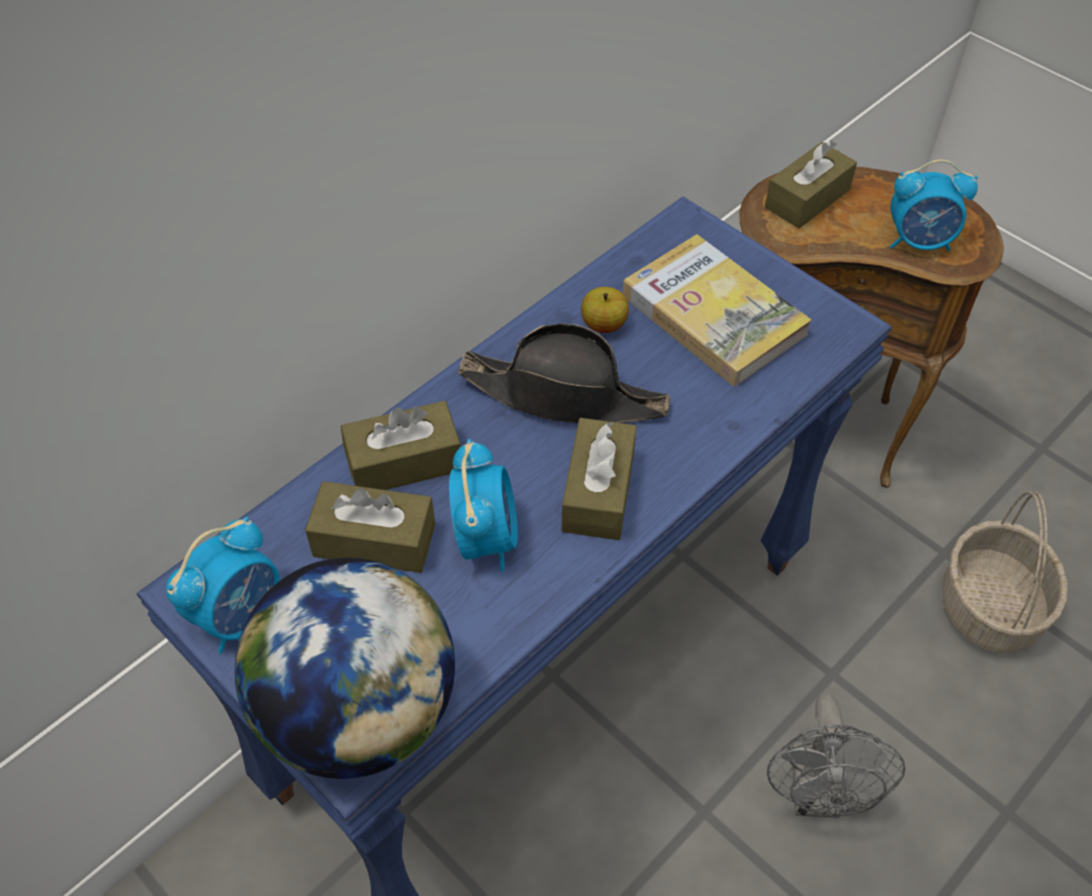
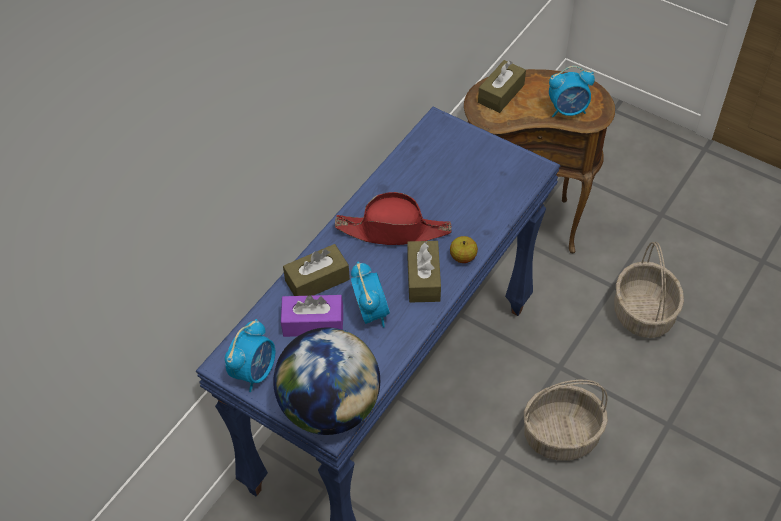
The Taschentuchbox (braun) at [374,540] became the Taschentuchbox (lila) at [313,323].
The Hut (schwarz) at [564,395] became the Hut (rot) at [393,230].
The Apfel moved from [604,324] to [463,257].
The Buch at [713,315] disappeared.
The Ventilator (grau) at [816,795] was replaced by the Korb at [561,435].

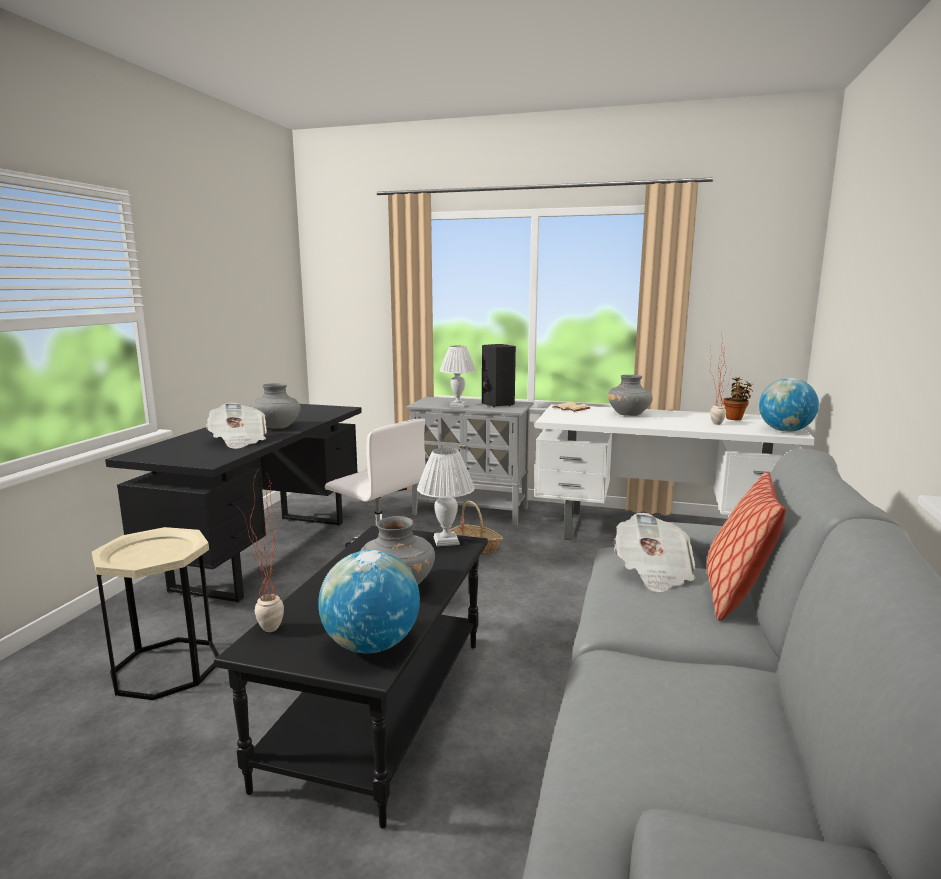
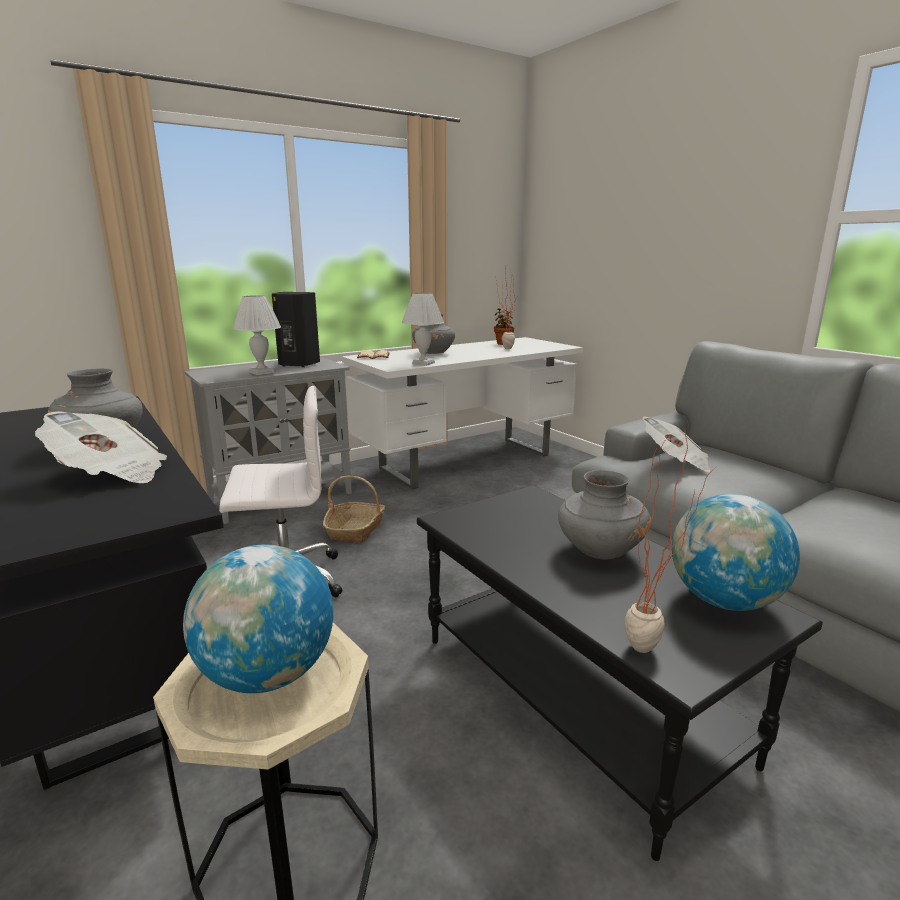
The Tischlampe (weiß) moved from [446,541] to [424,363].
The Kissen at [736,595] disappeared.
The Globus moved from [784,431] to [267,674].

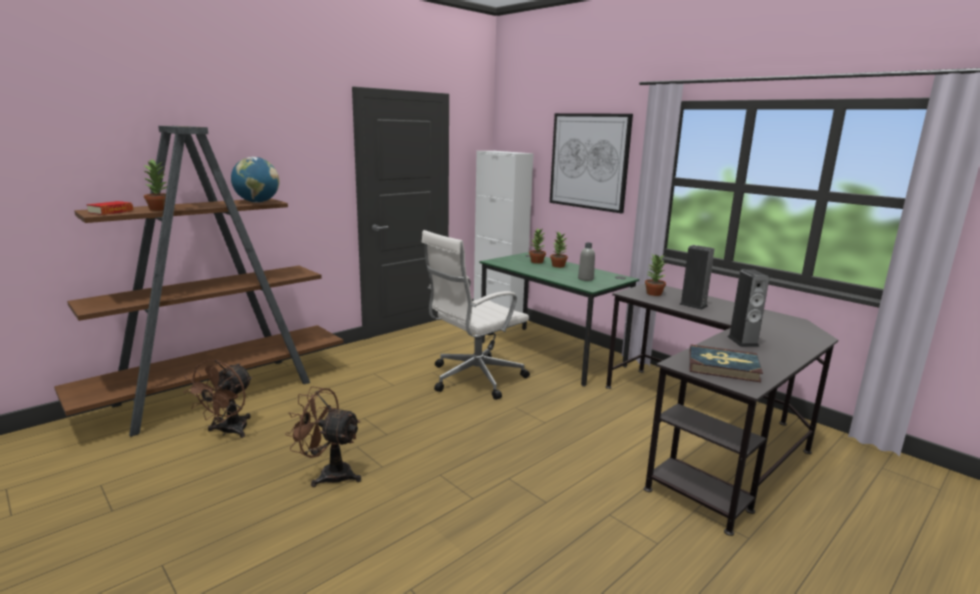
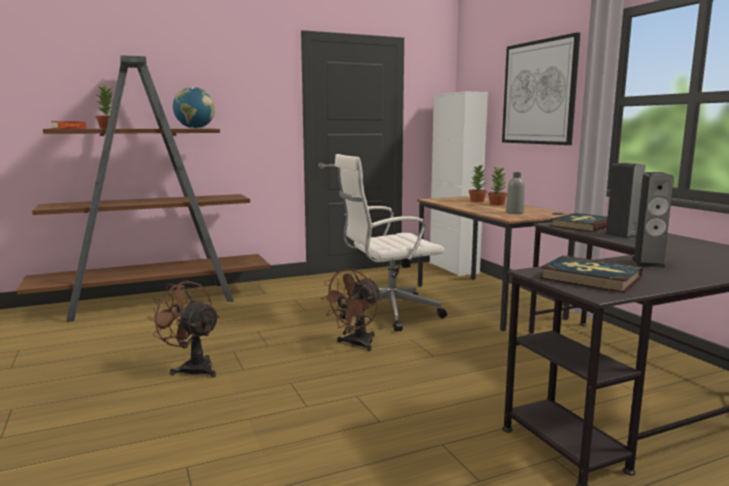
The Ventilator (braun) moved from [228,432] to [355,344].
The Schreibtisch (grün) at [550,354] became the Schreibtisch (braun) at [486,301].
The Topfpflanze at [653,293] was replaced by the Buch at [582,225].

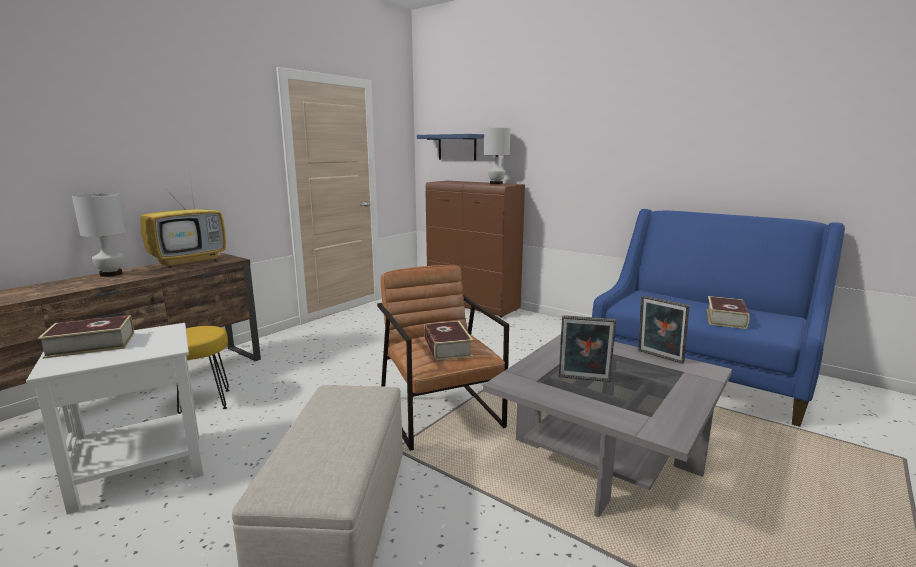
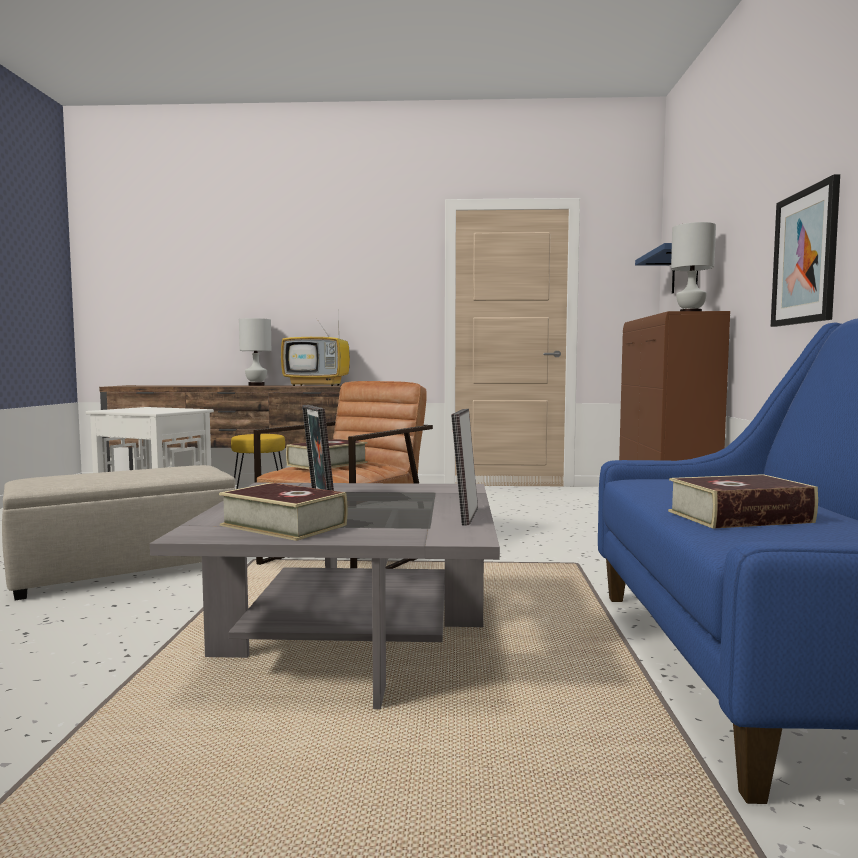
The Buch moved from [91,345] to [283,525].
The Bild at [805,257] appeared.

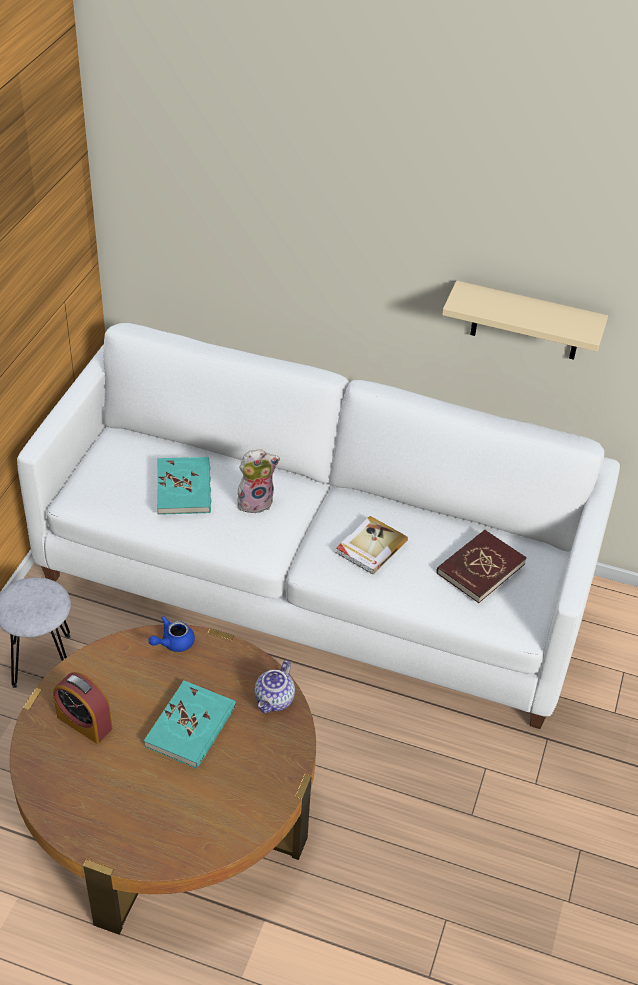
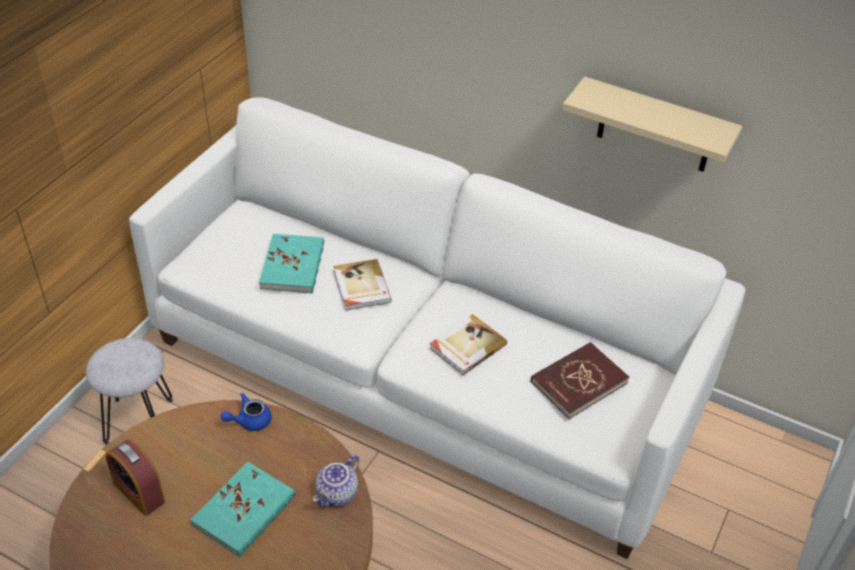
The Plüschtier at [256,501] was replaced by the Buch at [361,287].

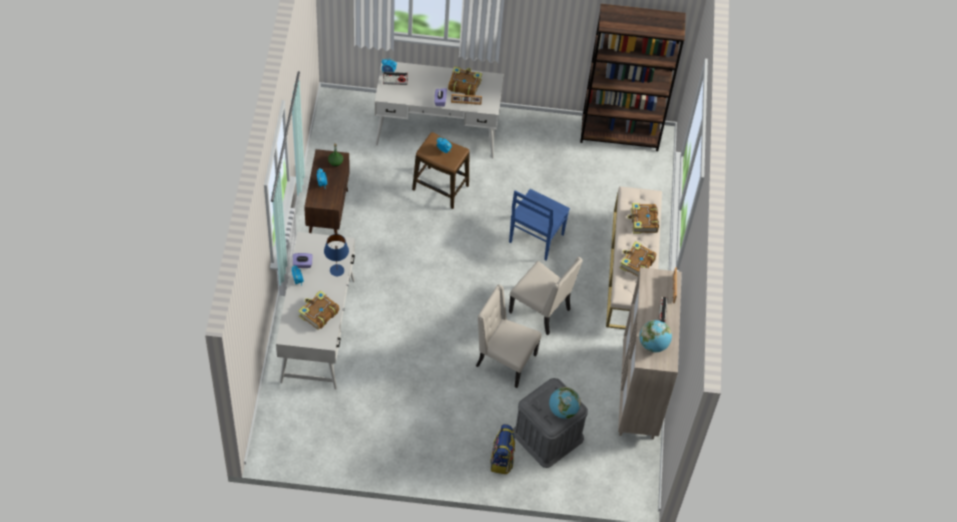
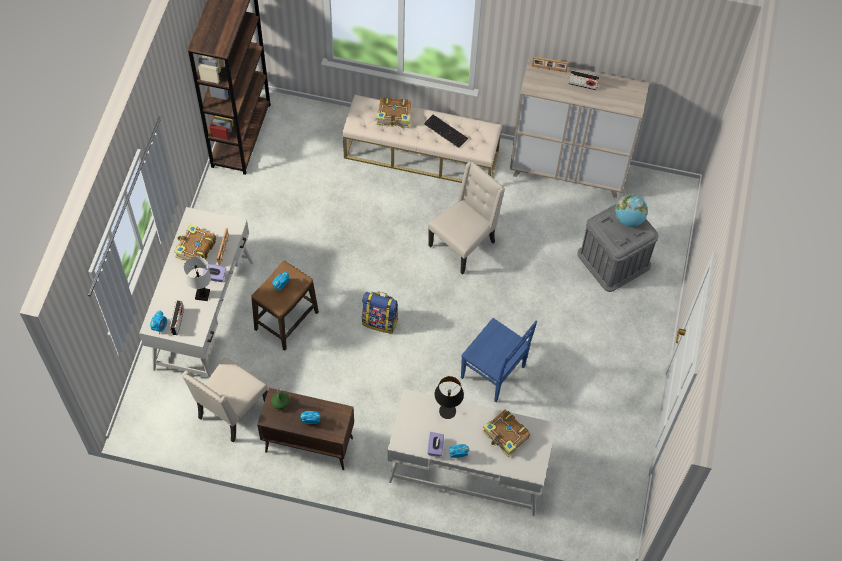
The Tischlampe (blau) at [337,270] became the Tischlampe (schwarz) at [447,411].
The Stuhl (beige) moved from [504,361] to [231,412].
The Rucksack moved from [502,460] to [380,321].
The Stuhl (blau) moved from [535,239] to [494,373].
The Buch at [636,263] was replaced by the Tastatur at [446,131].
The Globus at [653,344] disappeared.
The Tischlampe (weiß) at [202,295] appeared.

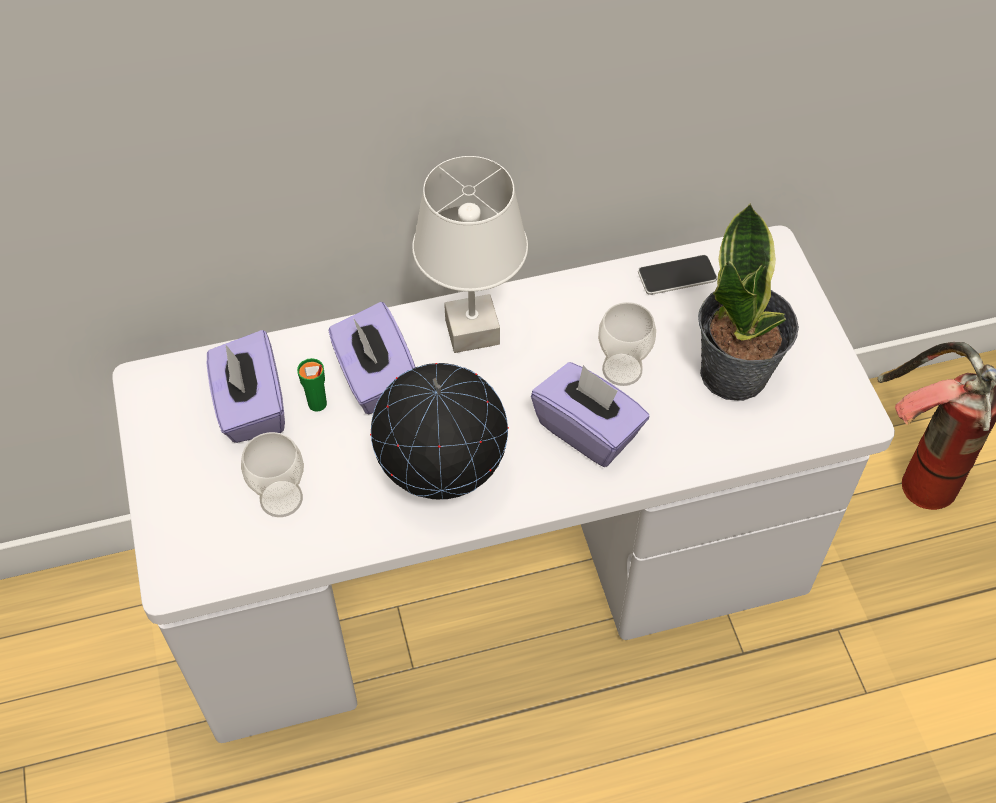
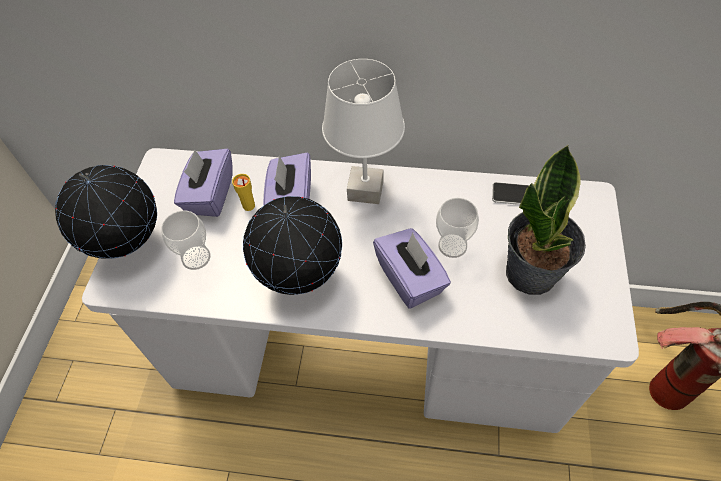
The Tasse (grün) at [317,404] became the Tasse (gelb) at [248,206].
The Globus at [129,245] appeared.

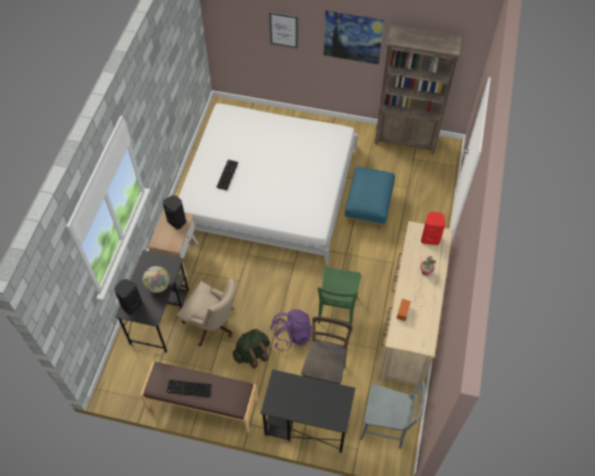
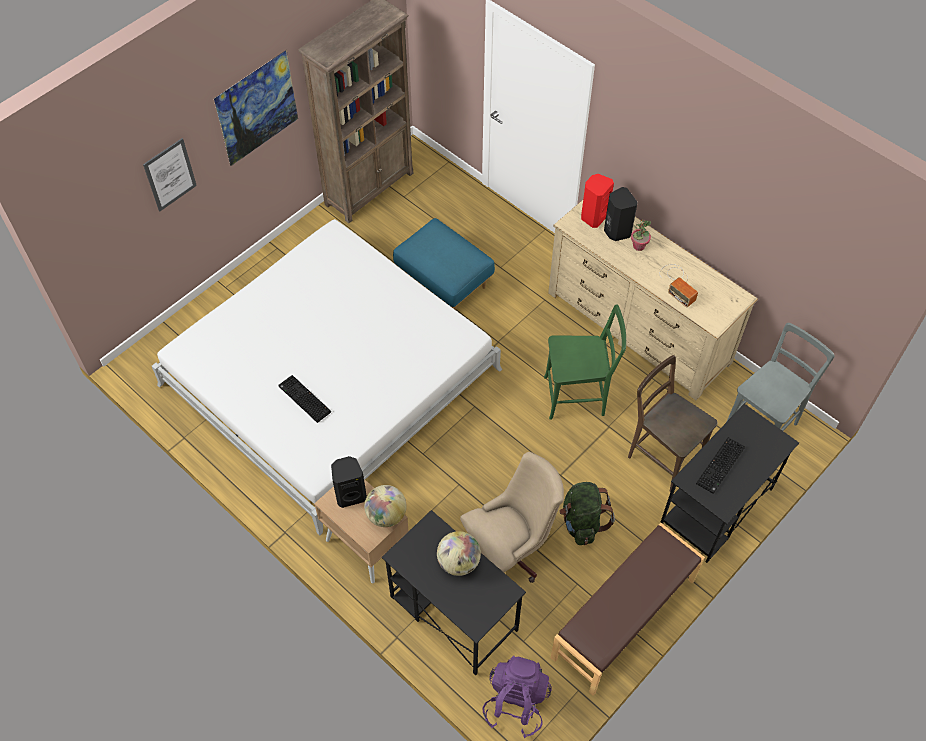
The Lautsprecher (schwarz) moved from [131,304] to [616,231].
The Tastatur moved from [188,389] to [721,466].
The Rucksack (lila) moved from [291,335] to [516,702].
The Stuhl (grün) at [336,312] turned 45 degrees counterclockwise.
The Globus at [386,515] appeared.

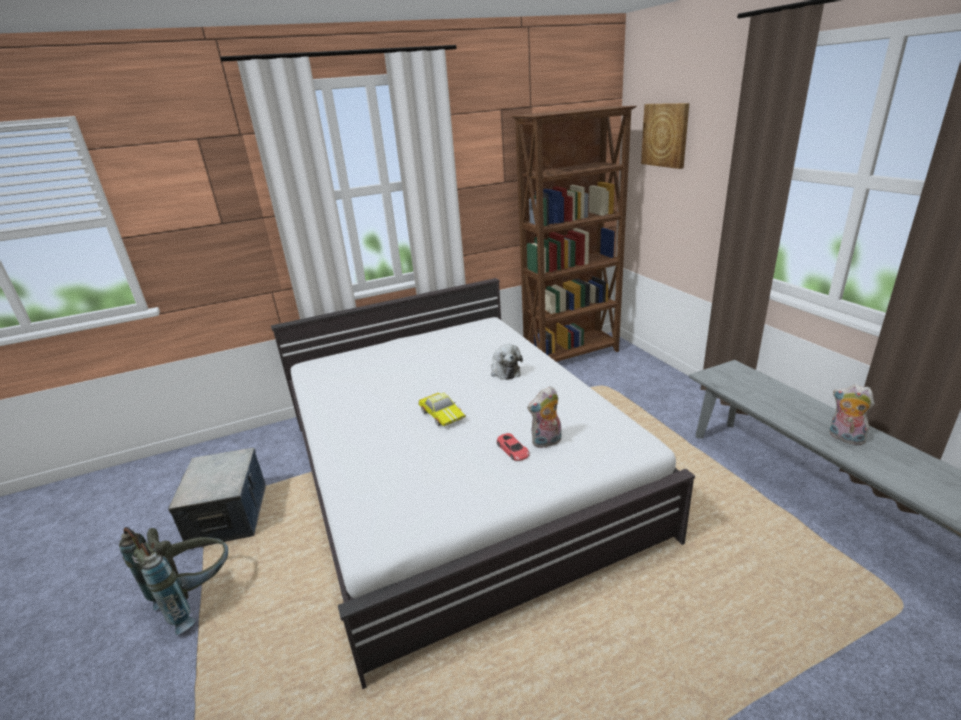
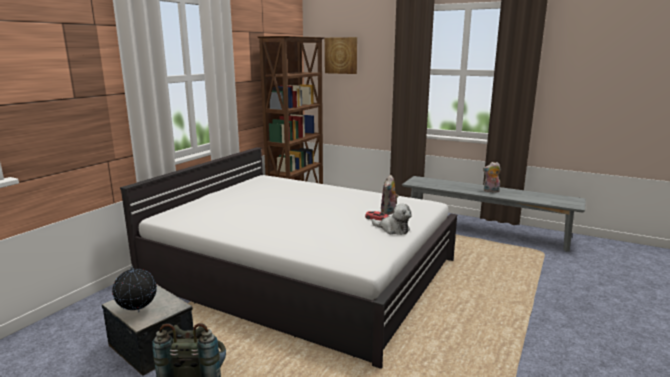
The Spielzeugauto at [442,414] disappeared.
The Plüschtier moved from [504,371] to [393,229].
The Globus at [138,312] appeared.

